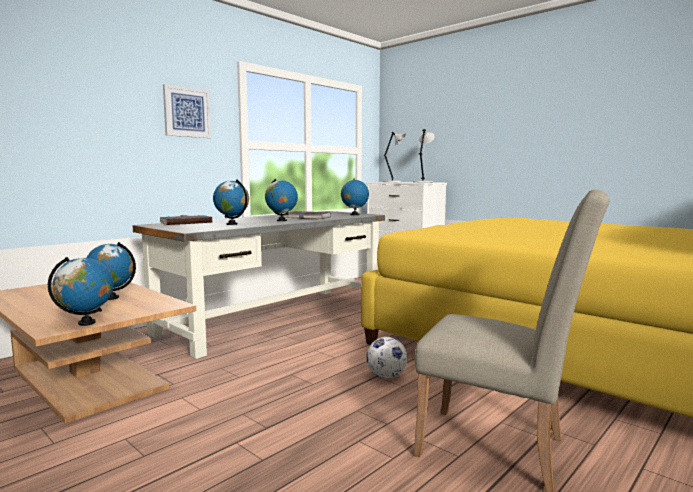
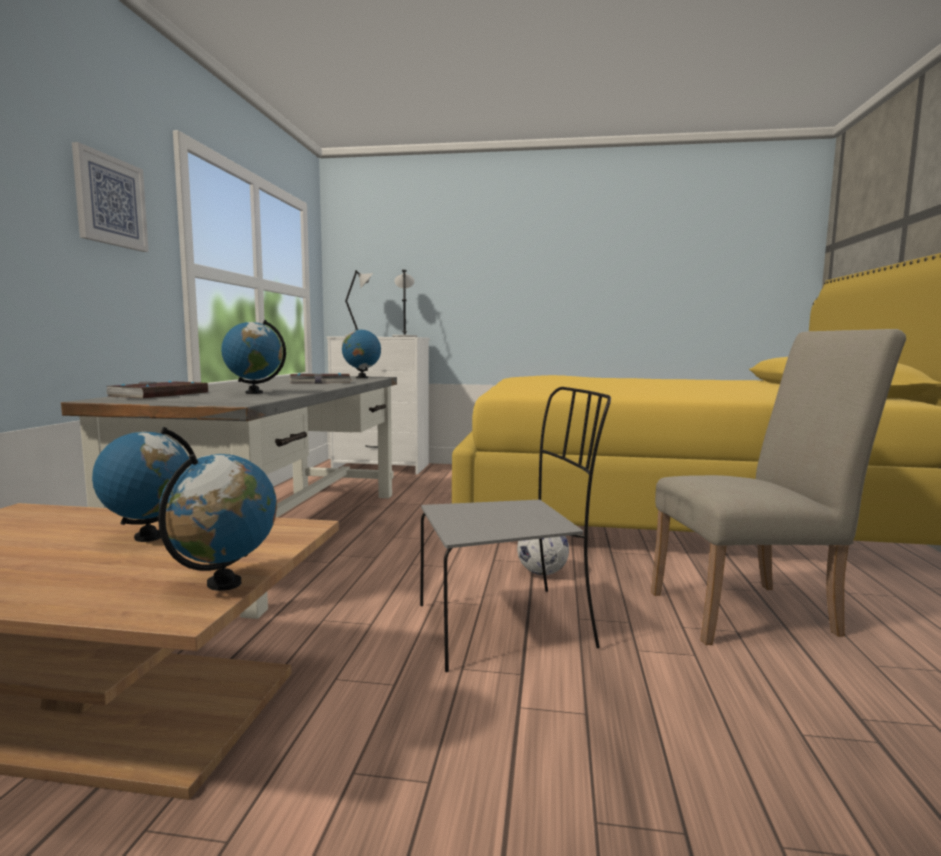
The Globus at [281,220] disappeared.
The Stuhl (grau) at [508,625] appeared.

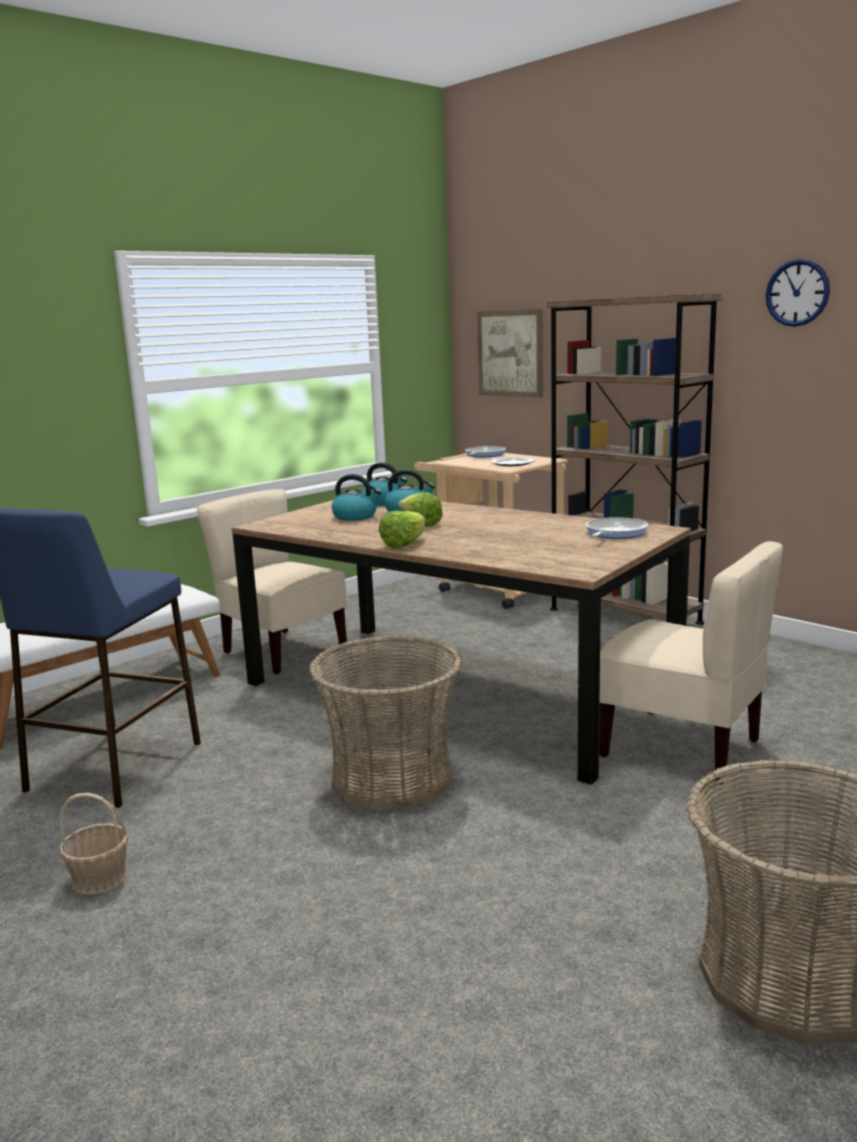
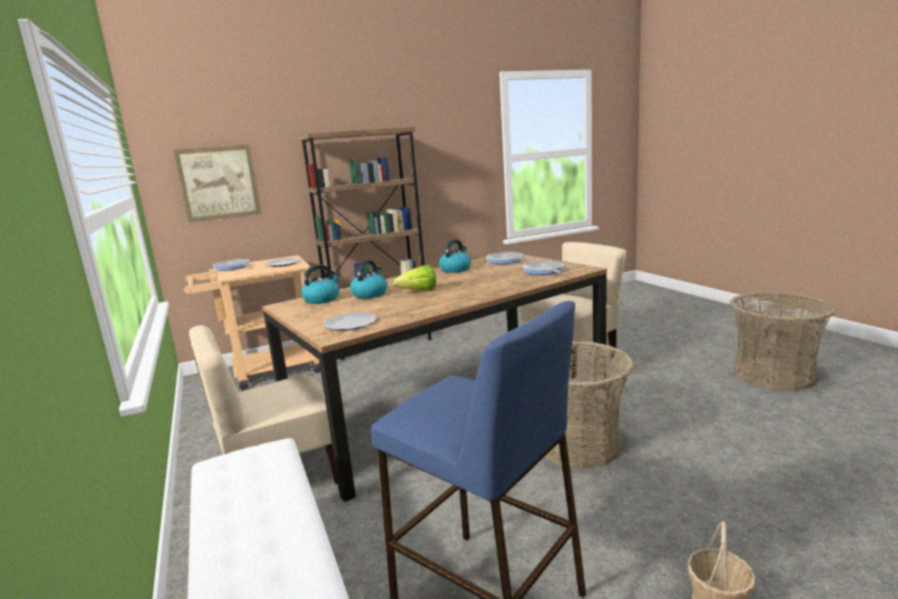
The Wasserkessel moved from [356,516] to [455,269].
The Salatkopf at [404,544] disappeared.
The Wanduhr at [797,293] disappeared.
The Teller at [349,324] appeared.
The Pfanne at [543,271] appeared.

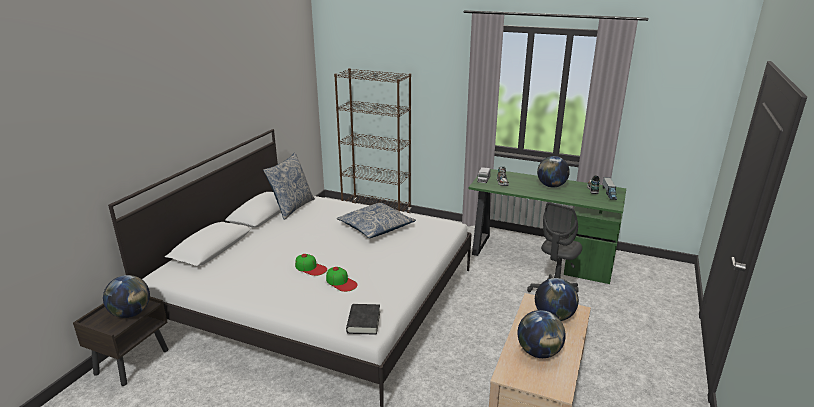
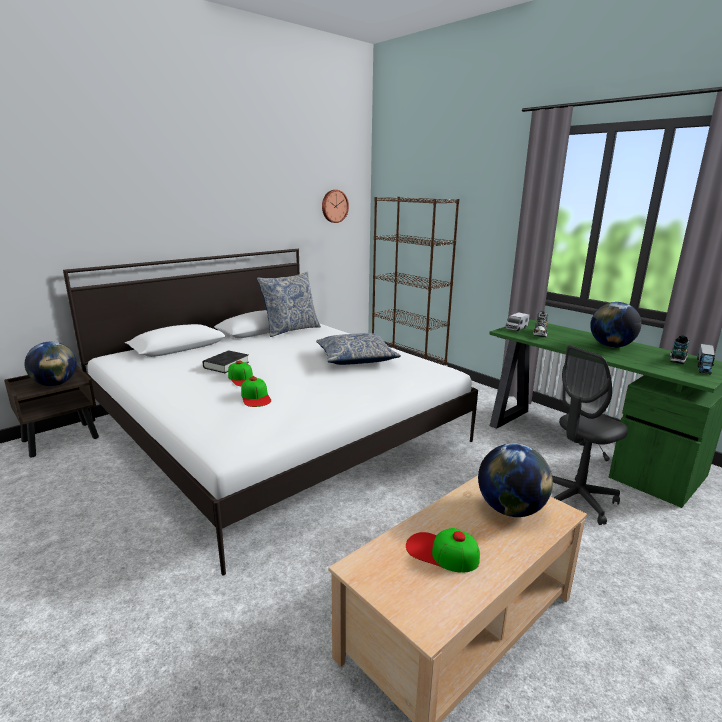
The Buch (schwarz) moved from [363,322] to [226,365].
The Globus at [538,352] was replaced by the Kappe at [441,552].
The Wanduhr at [334,206] appeared.

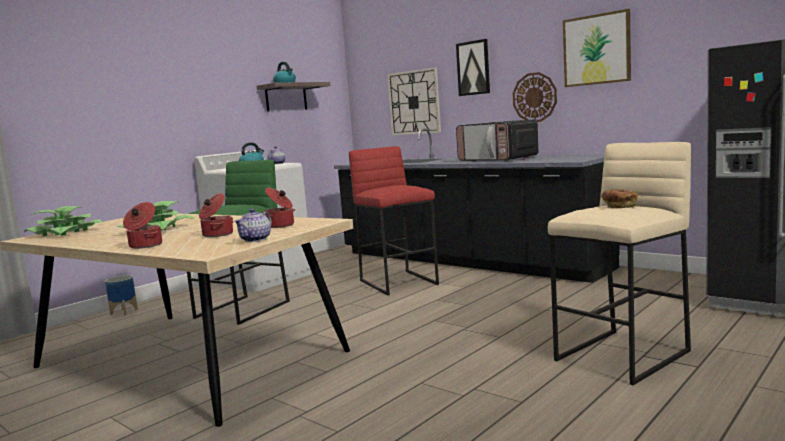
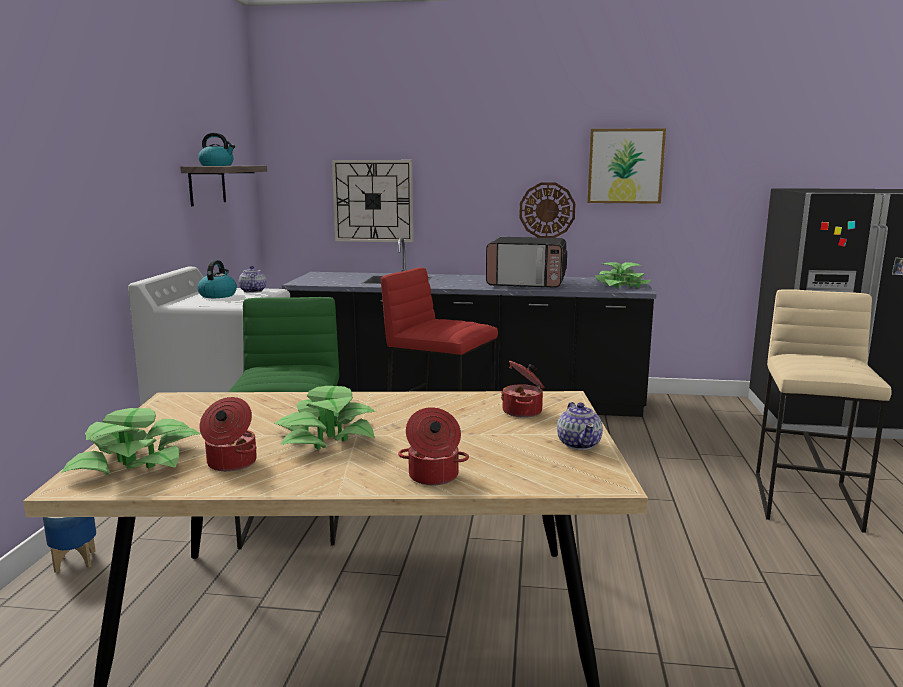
The Kochtopf moved from [217,234] to [230,463].
The Bild at [473,68] disappeared.
The Brot at [618,206] disappeared.
The Topfpflanze at [621,286] appeared.

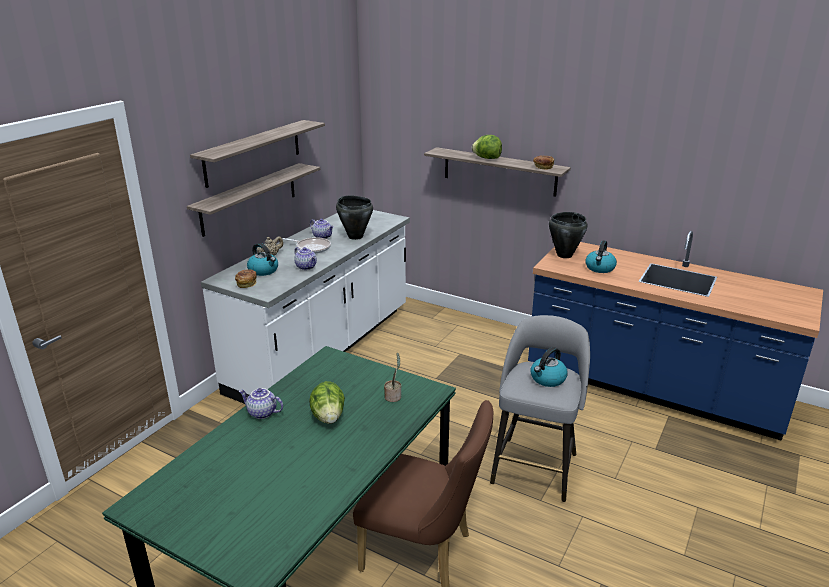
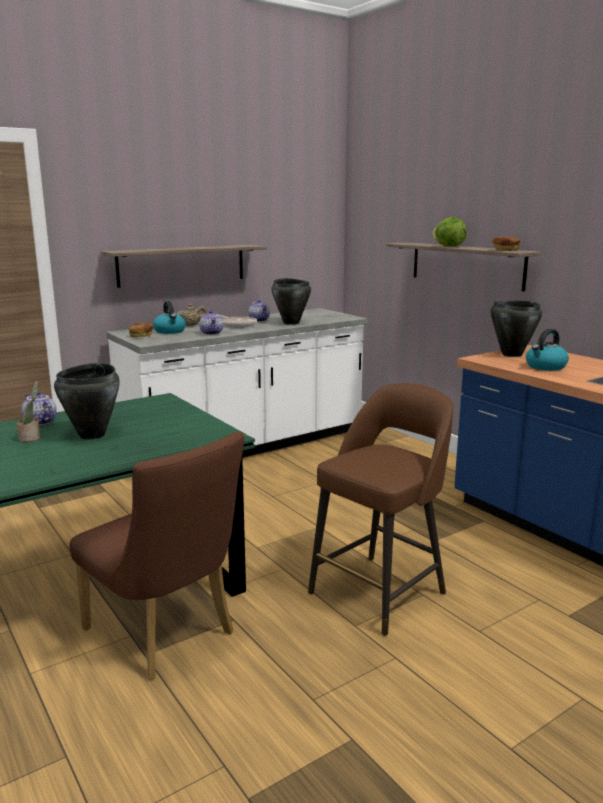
The Wandregal at [253,152] disappeared.
The Salatkopf at [328,417] was replaced by the Kochtopf (schwarz) at [93,435].
The Topfpflanze moved from [393,396] to [31,438].
The Hocker (grau) at [535,466] became the Hocker (braun) at [380,591].
The Wasserkessel at [547,379] disappeared.

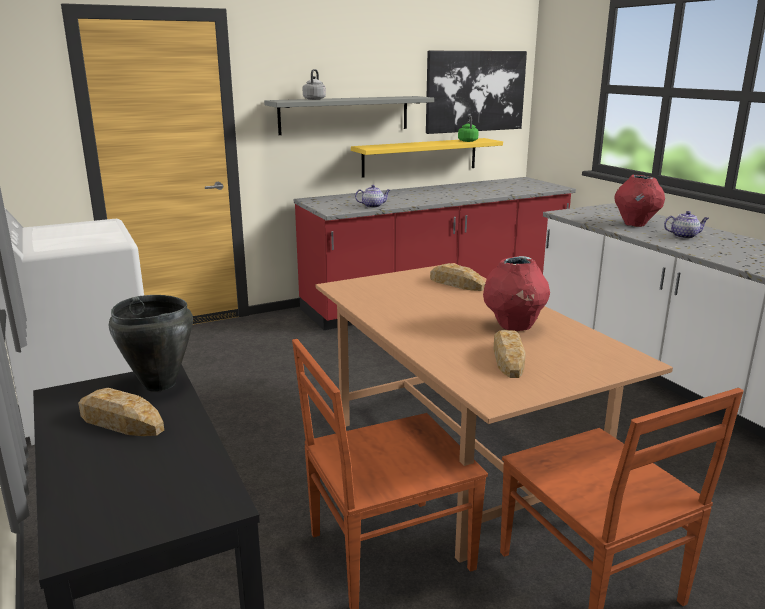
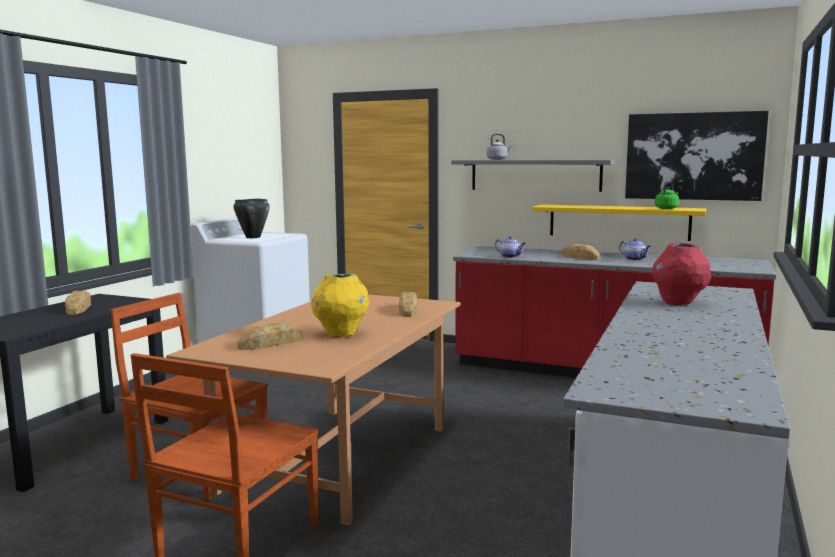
The Kochtopf (schwarz) moved from [159,384] to [252,237].
The Vase (rot) at [514,326] became the Vase (gelb) at [340,334].
The Teekanne moved from [684,236] to [635,259].
The Brot at [579,257] appeared.

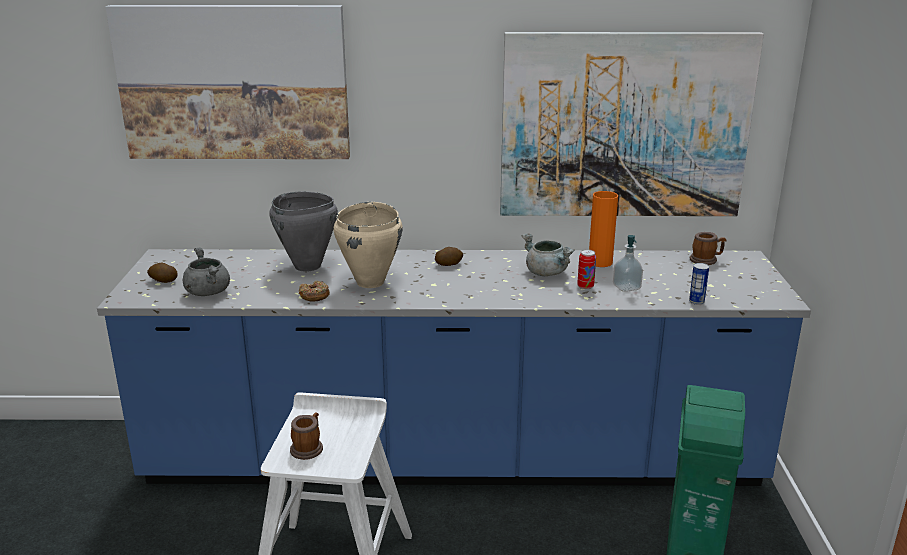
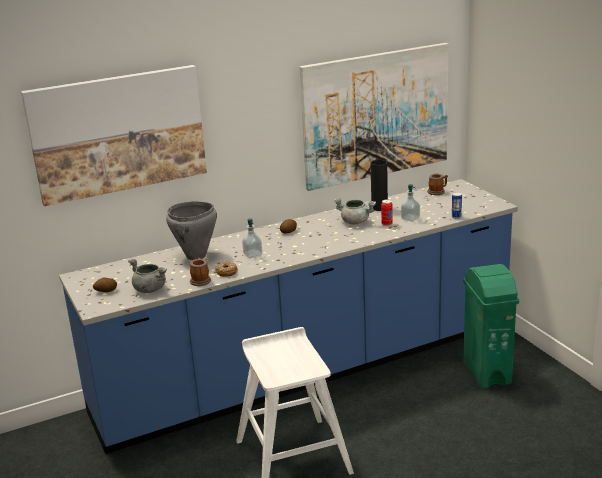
The Henkelbecher moved from [308,447] to [200,280].
The Kochtopf (beige) at [371,282] was replaced by the Seifenspender at [253,255].
The Vase (orange) at [600,262] became the Vase (schwarz) at [379,207].

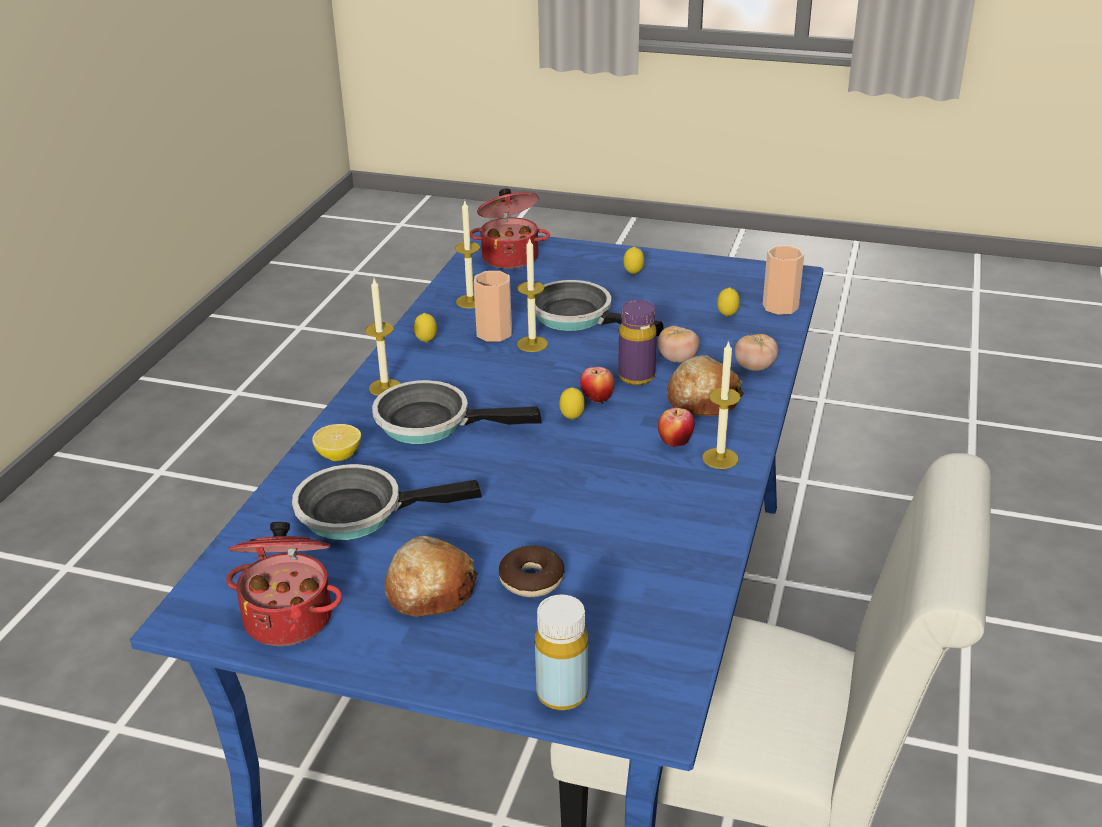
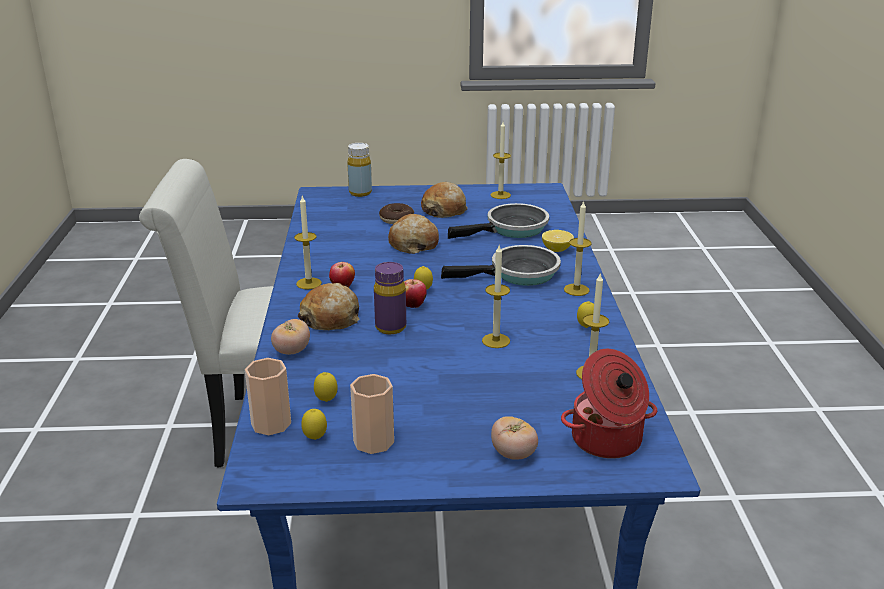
The Kochtopf at [290,617] was replaced by the Kerze at [500,195].
The Tasse moved from [494,333] to [373,441].
The Pfanne at [578,317] disappeared.
The Zitrone moved from [633,274] to [315,439].
The Tomate moved from [677,359] to [513,454].
The Brot at [413,244] appeared.

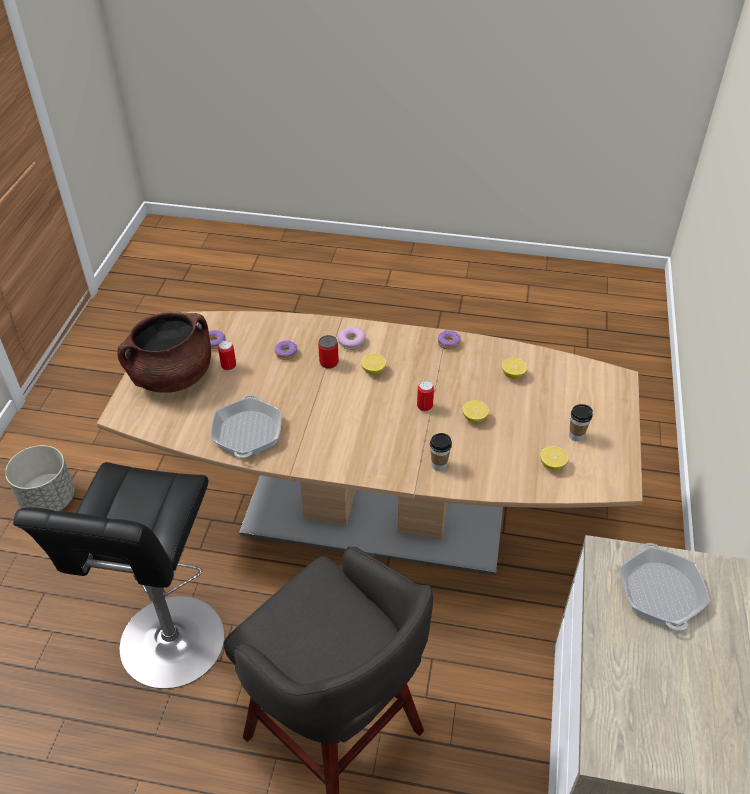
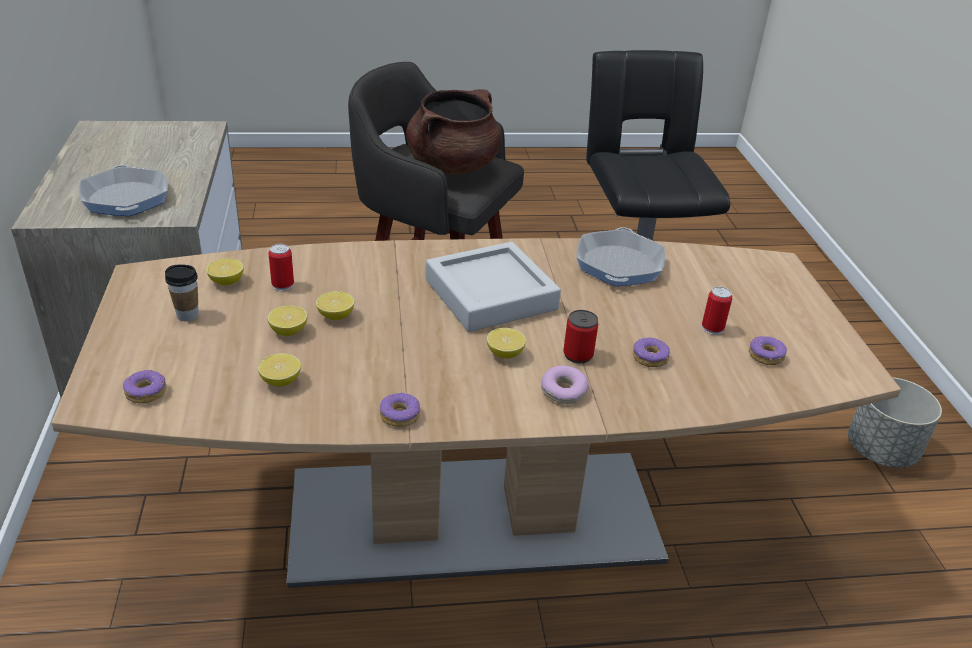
The Kochtopf (braun) moved from [172,377] to [453,167].
The Pfanne at [247,432] turned 150 degrees counterclockwise.
The Dose moved from [424,407] to [283,285].
The Tasse at [439,465] disappeared.
The Donut at [146,392] appeared.
The Zitrone at [288,331] appeared.
The Tablett (grau) at [490,295] appeared.

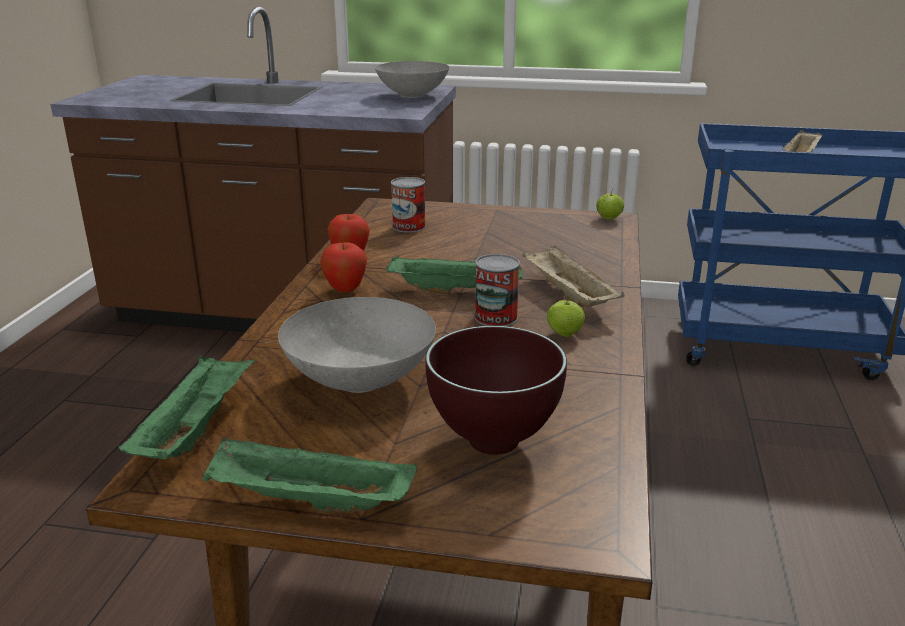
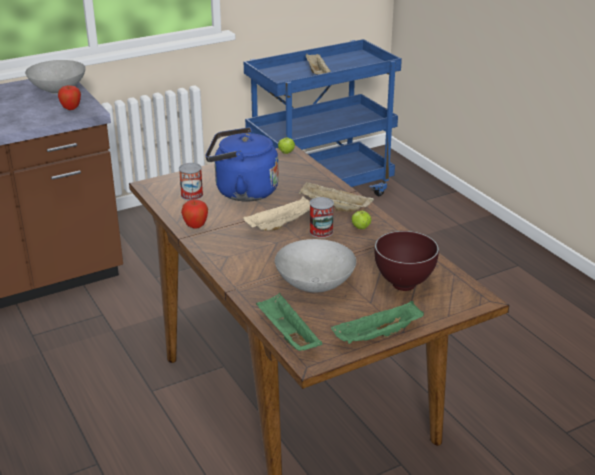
The Apfel moved from [345,290] to [71,109].
The Tablett (grün) at [457,290] became the Tablett (beige) at [282,224].
The Wasserkessel (blau) at [242,191] appeared.

